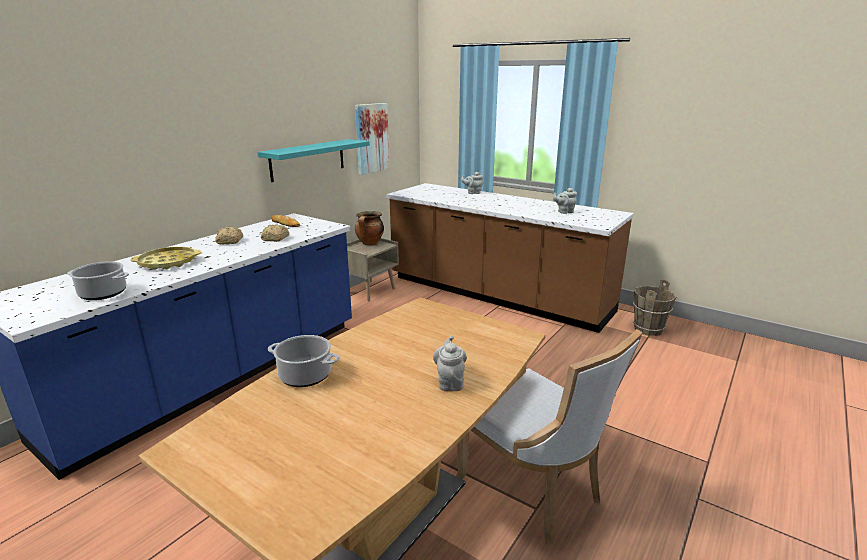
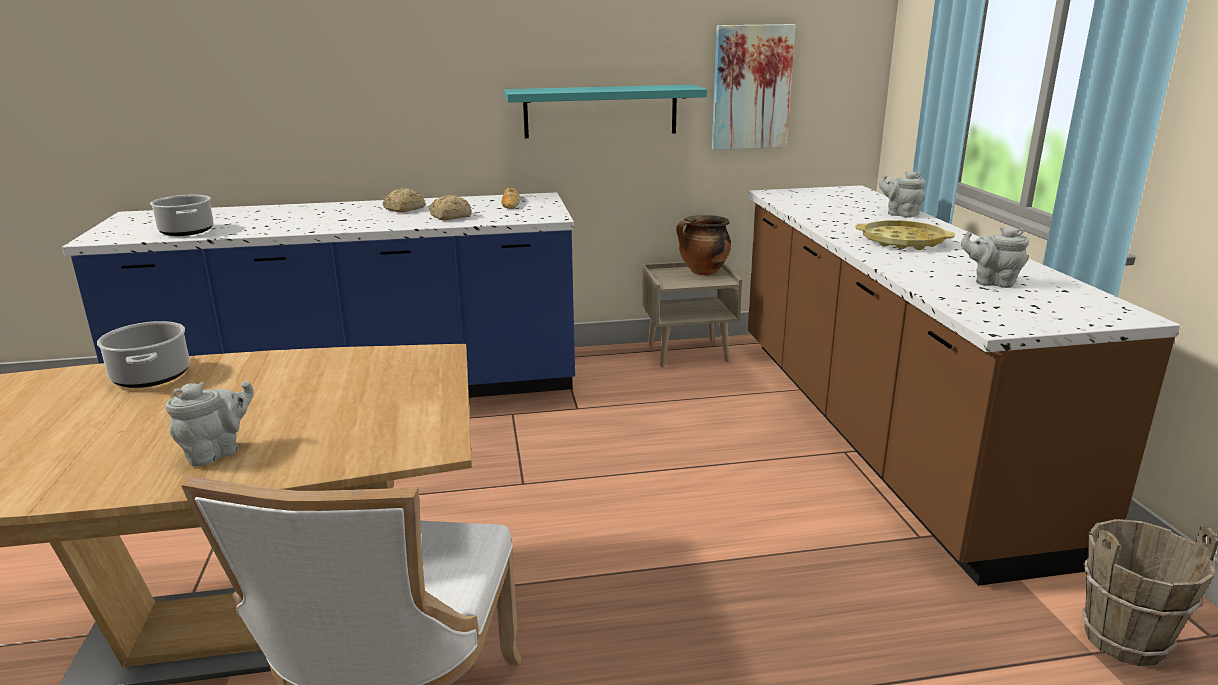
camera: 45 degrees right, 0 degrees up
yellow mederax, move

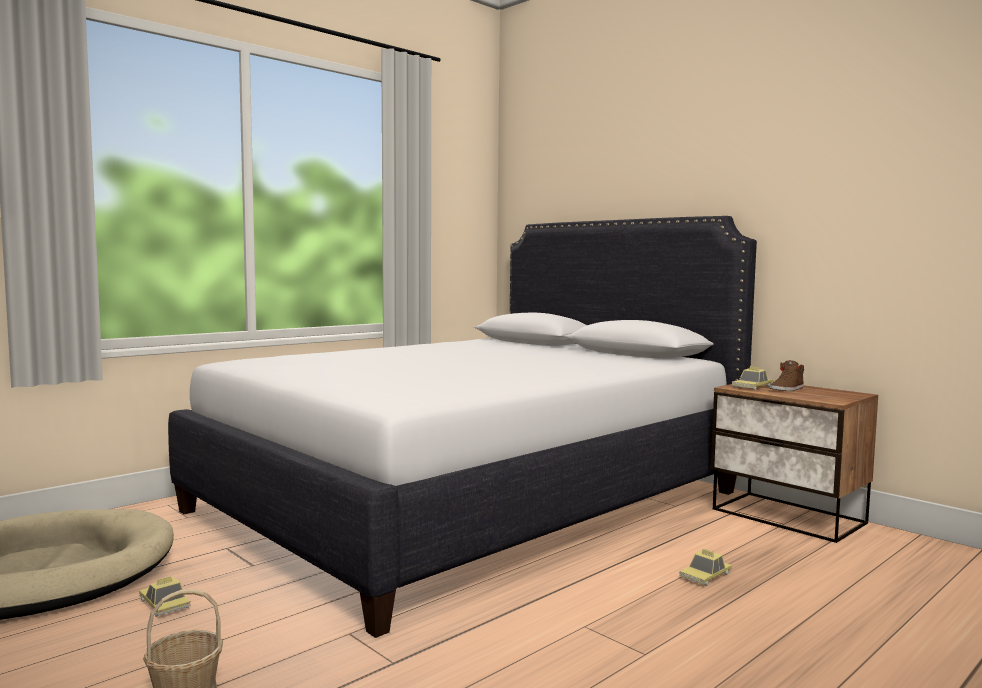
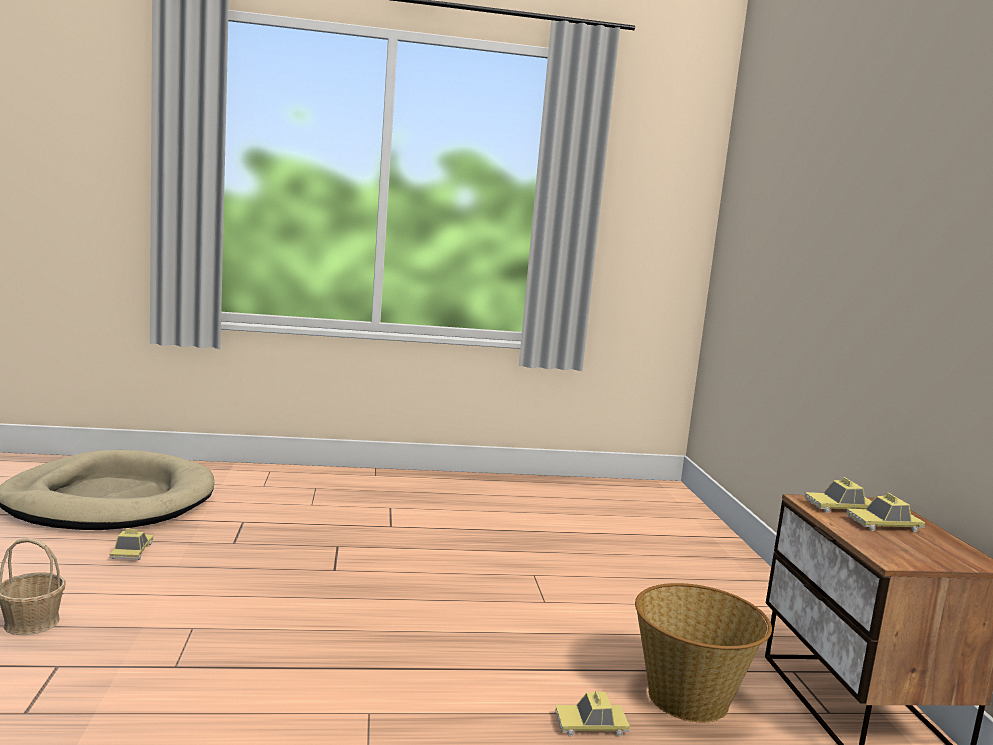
camera: 35 degrees right, 5 degrees up
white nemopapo → -
- → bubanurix (2nd from left)
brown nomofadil → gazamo (4th from left)

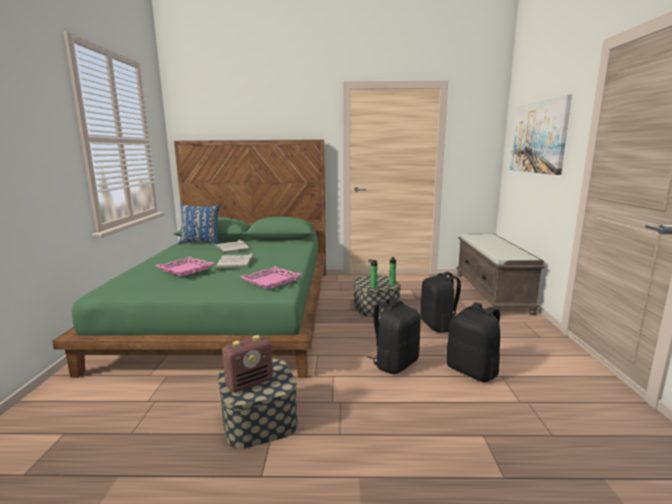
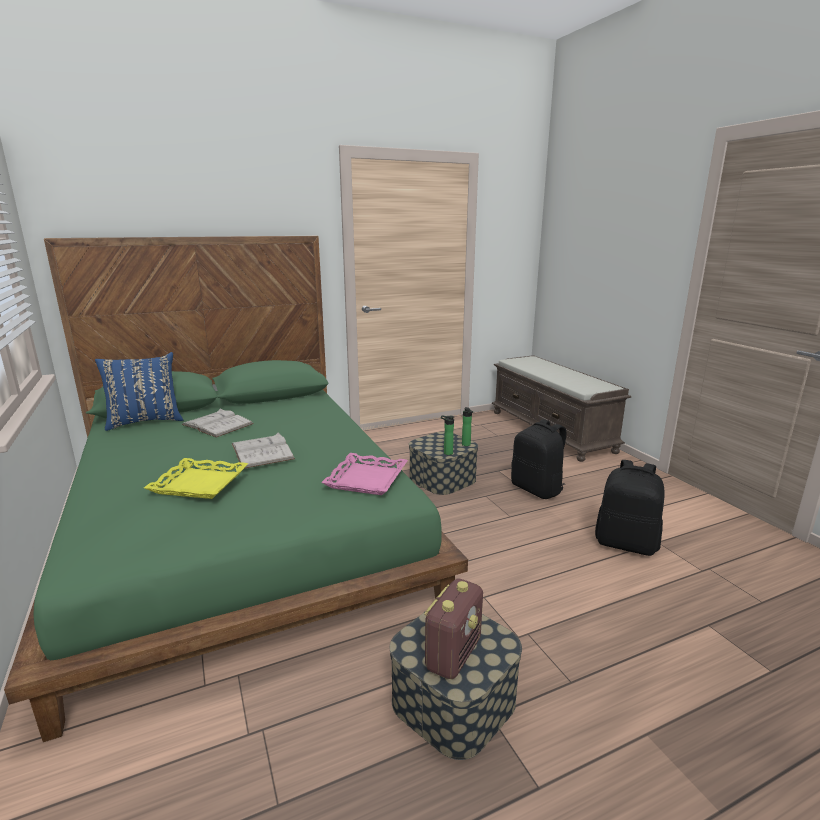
camera: 25 degrees left, 5 degrees up
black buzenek (1st from left) → -
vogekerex → -
pink mederax (1st from left) → yellow mederax

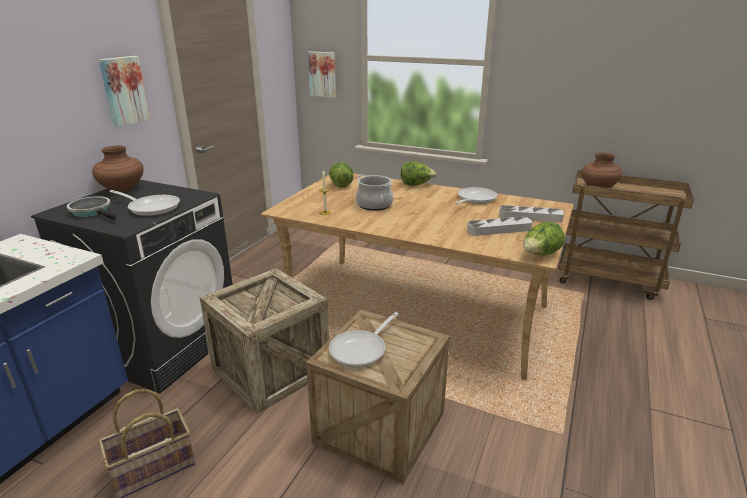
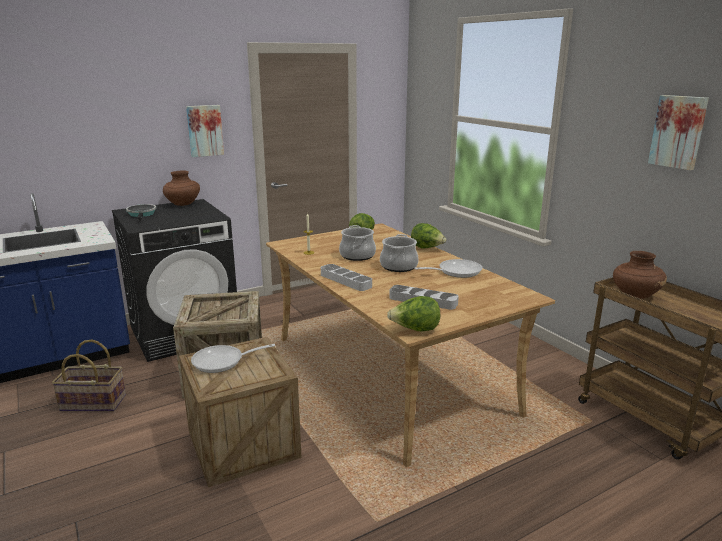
camera: 35 degrees right, 5 degrees down
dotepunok (2nd from left) → -
- → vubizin (2nd from left)
vogekerex (2nd from left), move
grey mederax (2nd from left in the first image) → grey mederax (1st from left), move

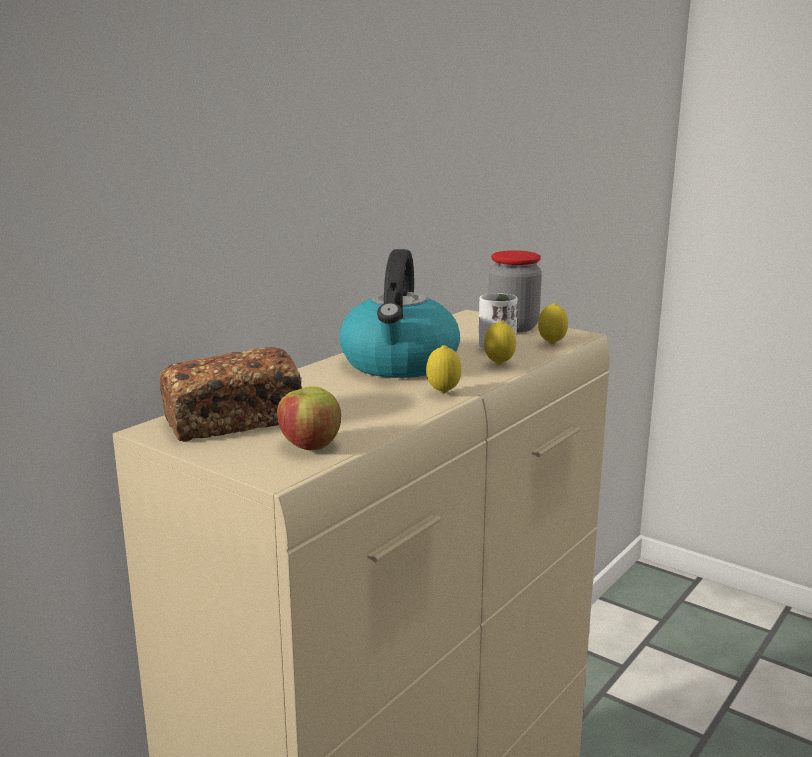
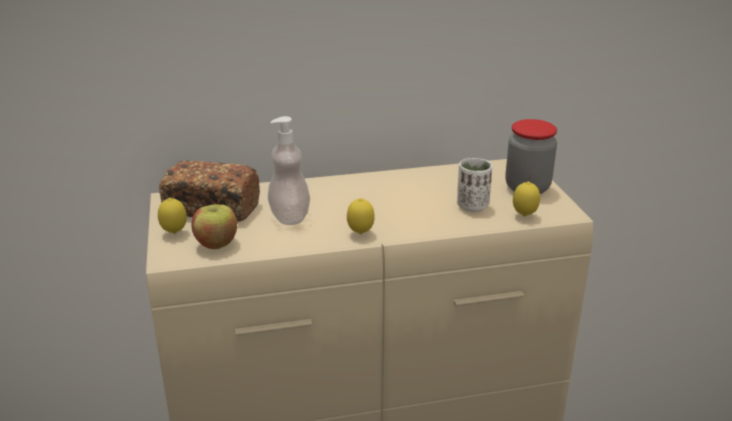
camera: 40 degrees right, 10 degrees up
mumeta → -
- → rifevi
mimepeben (2nd from left in the first image) → mimepeben (1st from left), move

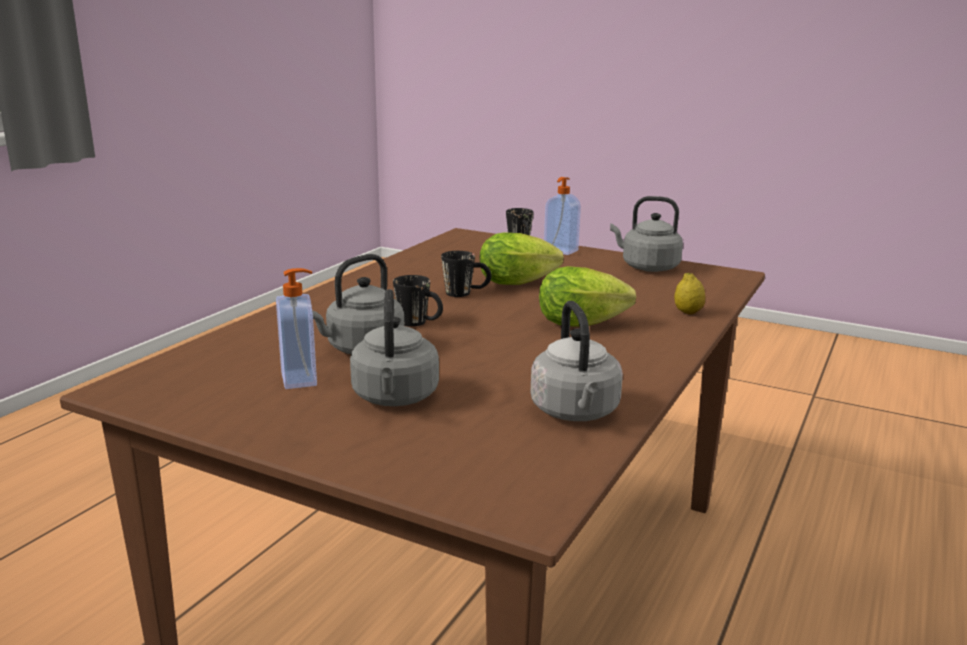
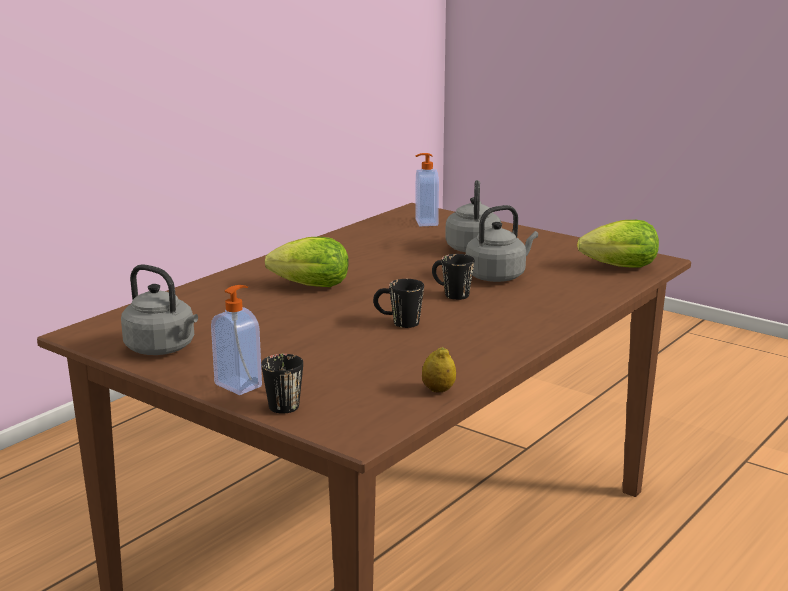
camera: 170 degrees left, 0 degrees up
grey mumeta (3rd from left) → -
rifevi (1st from left in the first image) → rifevi (2nd from left), move
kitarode (1st from left in the first image) → kitarode (2nd from left), move
mimepeben, move

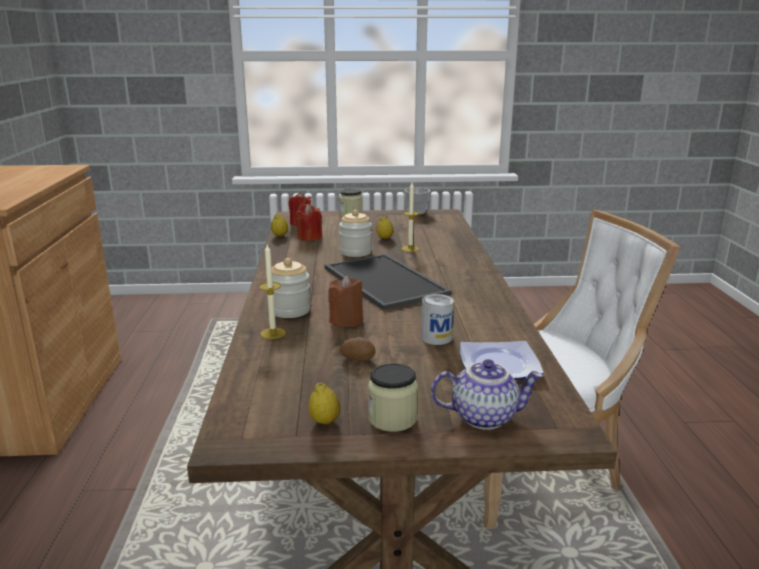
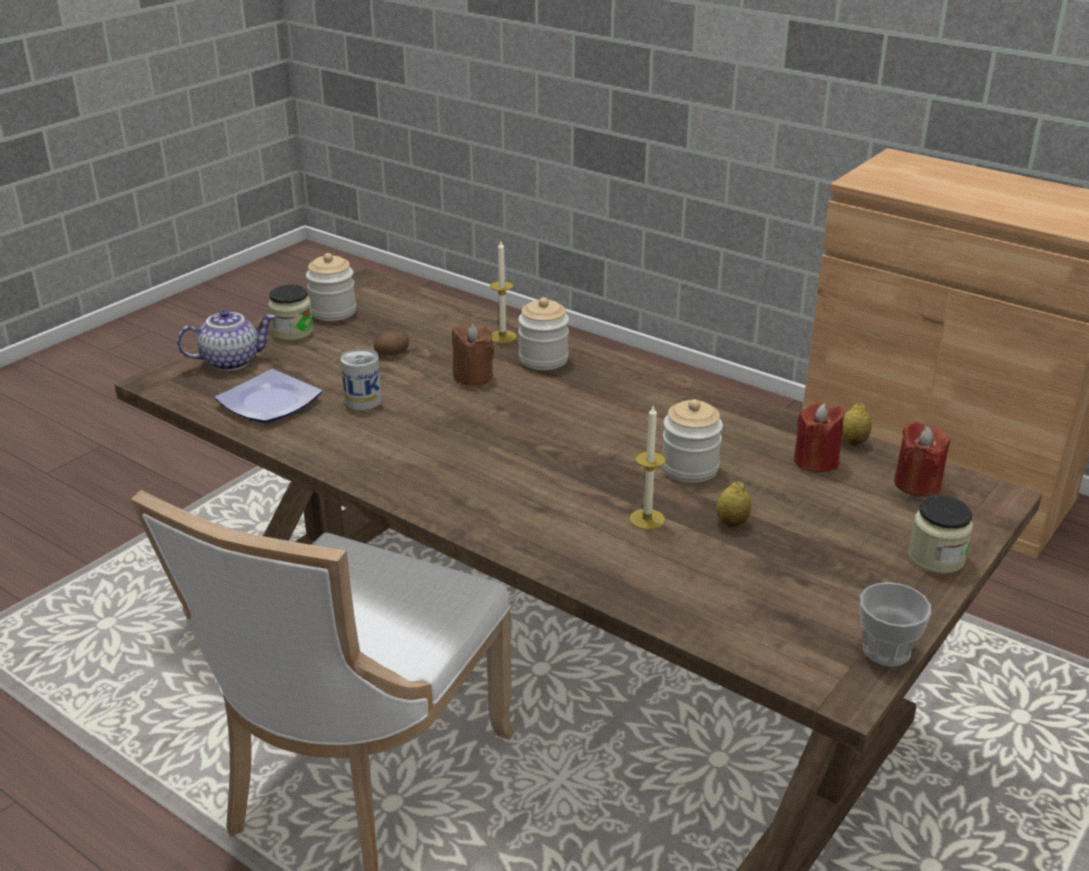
camera: 130 degrees right, 10 degrees up
mederax → -
mimepeben (2nd from left) → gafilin (2nd from left)
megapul, 150 degrees counterclockwise

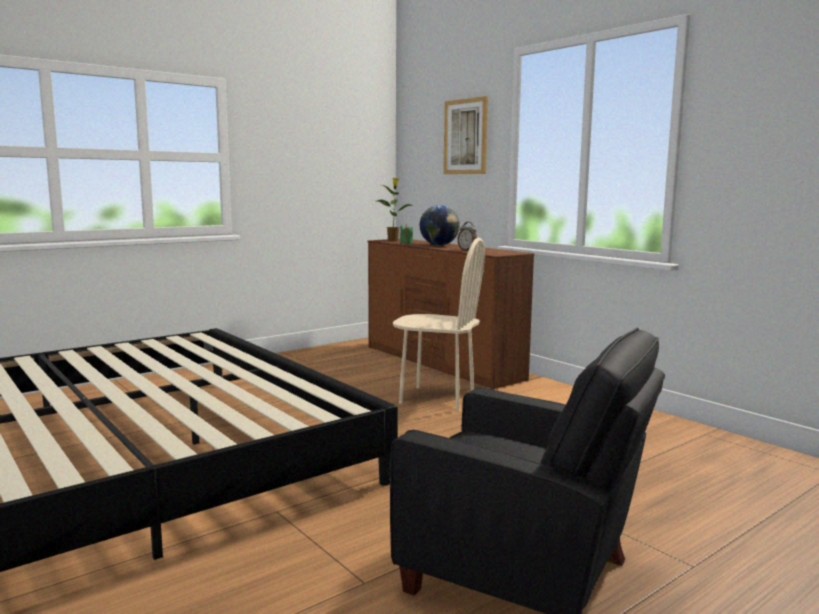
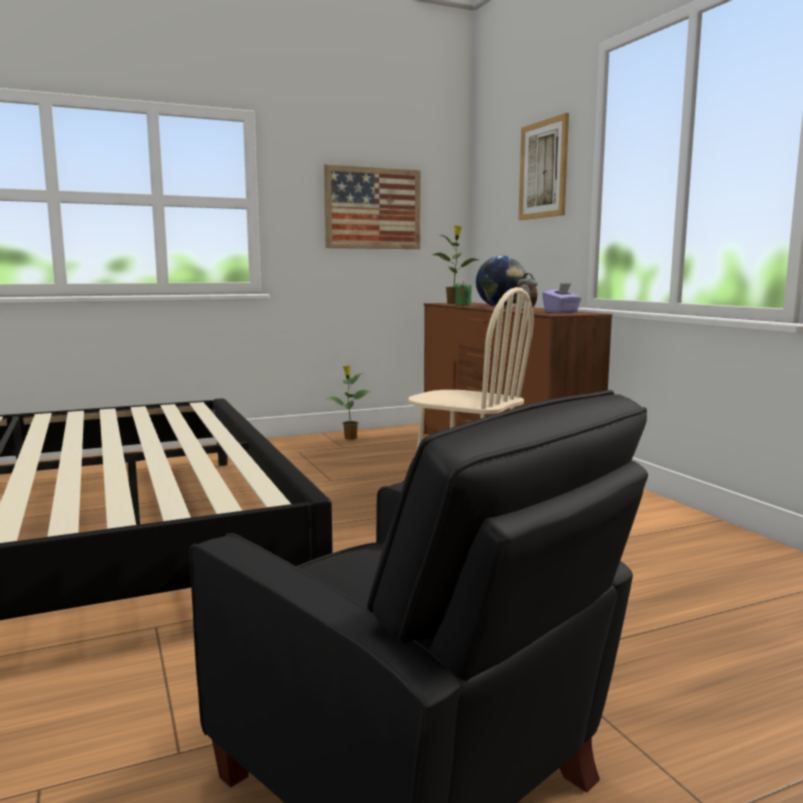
camera: 15 degrees right, 0 degrees up
- → vogekerex (1st from left)
- → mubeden (1st from left)
- → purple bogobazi

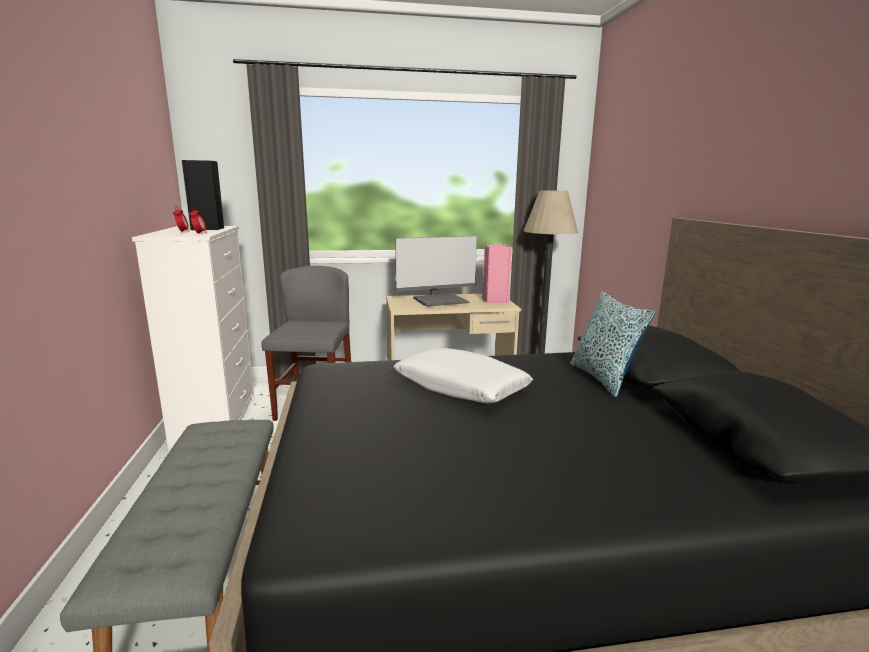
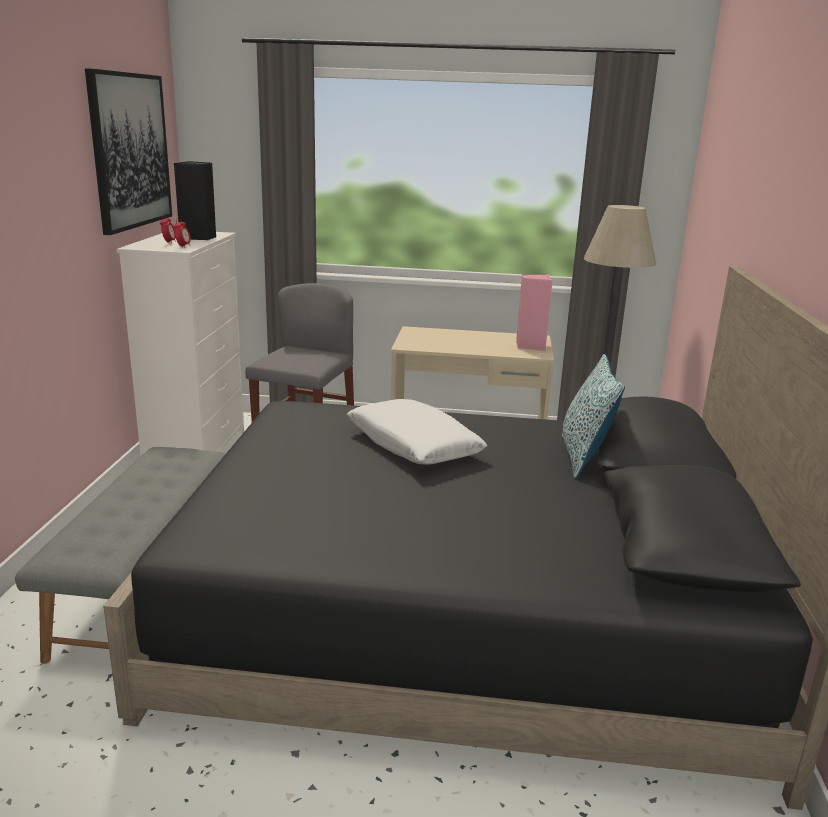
camera: 15 degrees right, 5 degrees up
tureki → -
- → vogekerex

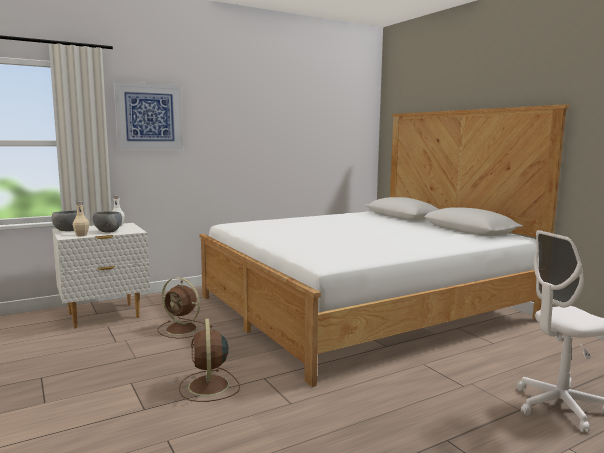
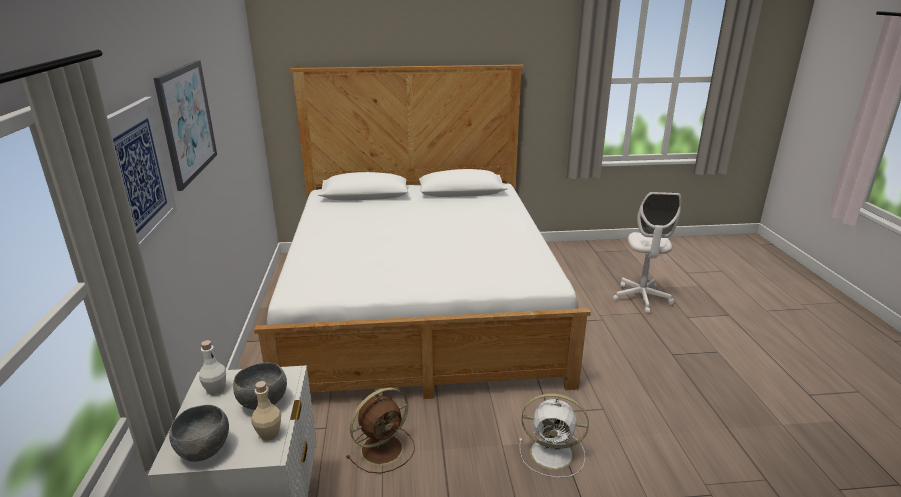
camera: 65 degrees left, 15 degrees up
- → vogekerex (2nd from left)
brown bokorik (2nd from left) → white bokorik

